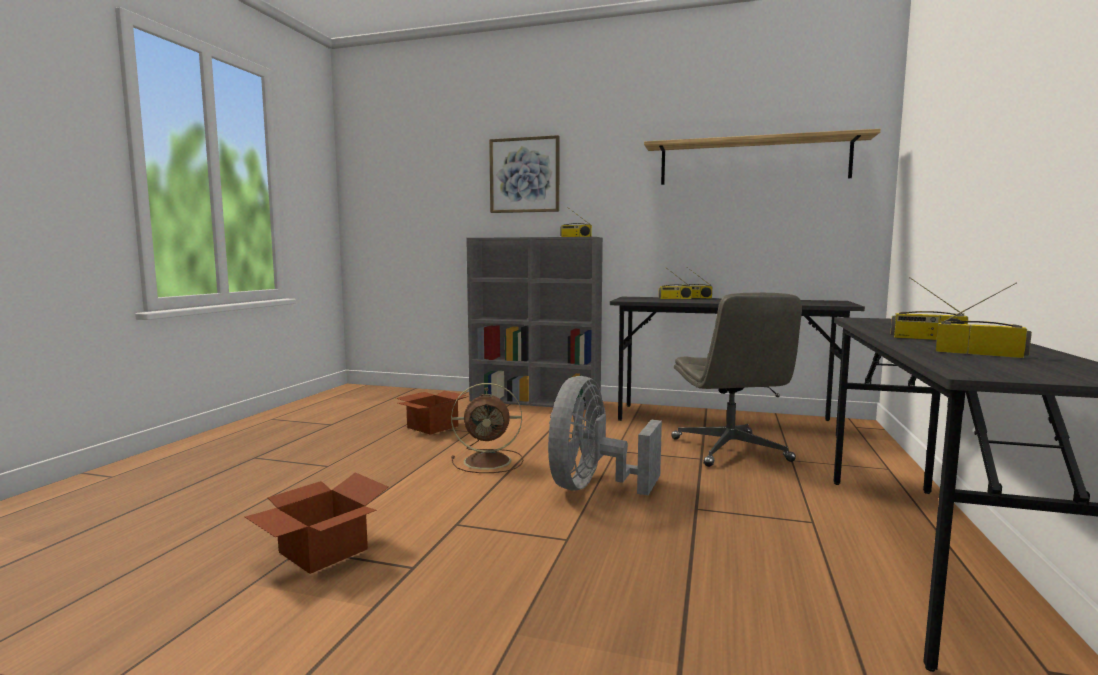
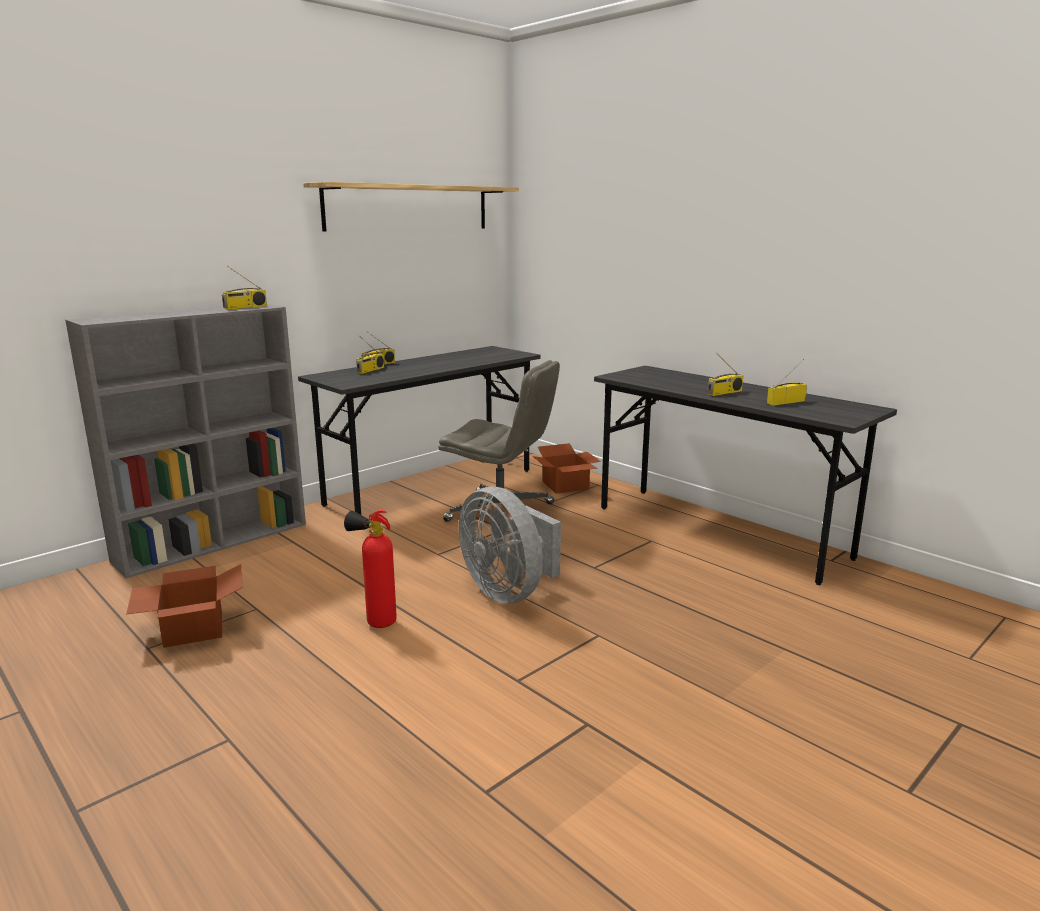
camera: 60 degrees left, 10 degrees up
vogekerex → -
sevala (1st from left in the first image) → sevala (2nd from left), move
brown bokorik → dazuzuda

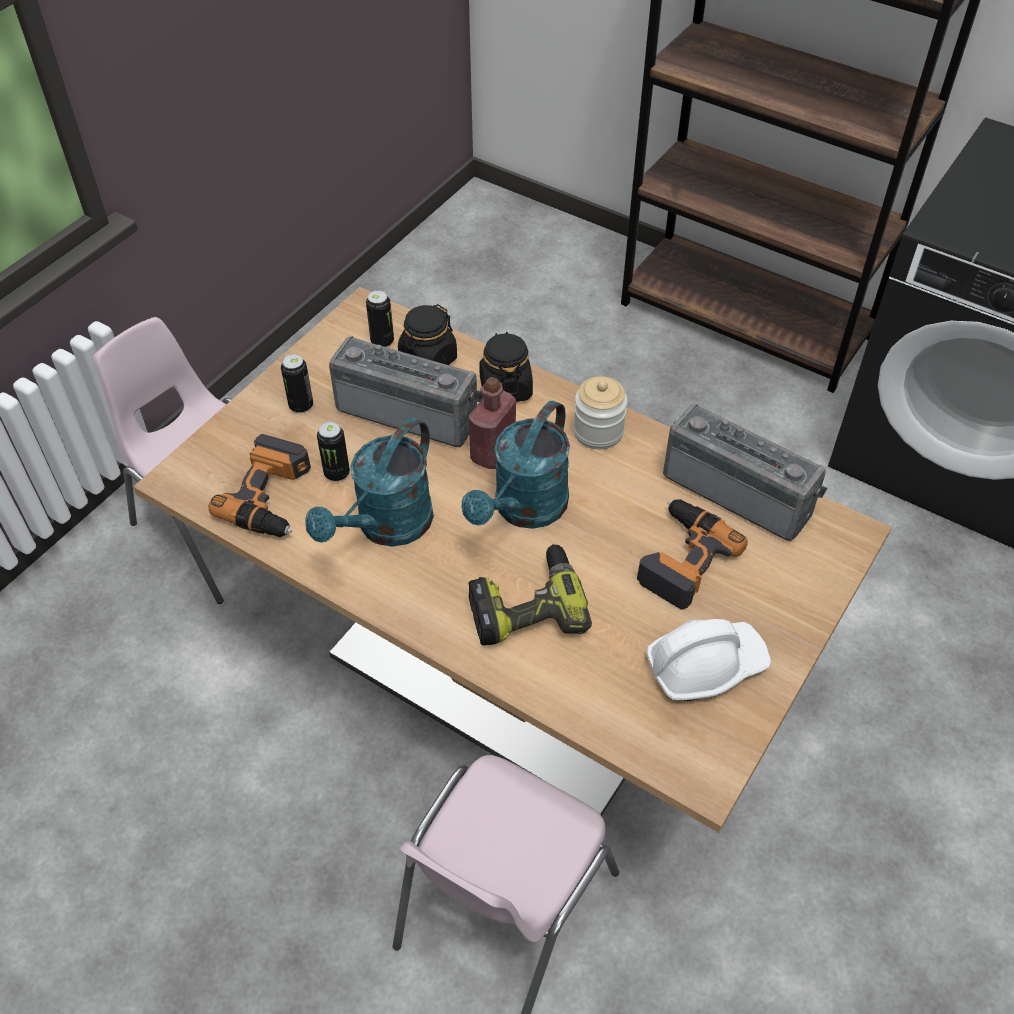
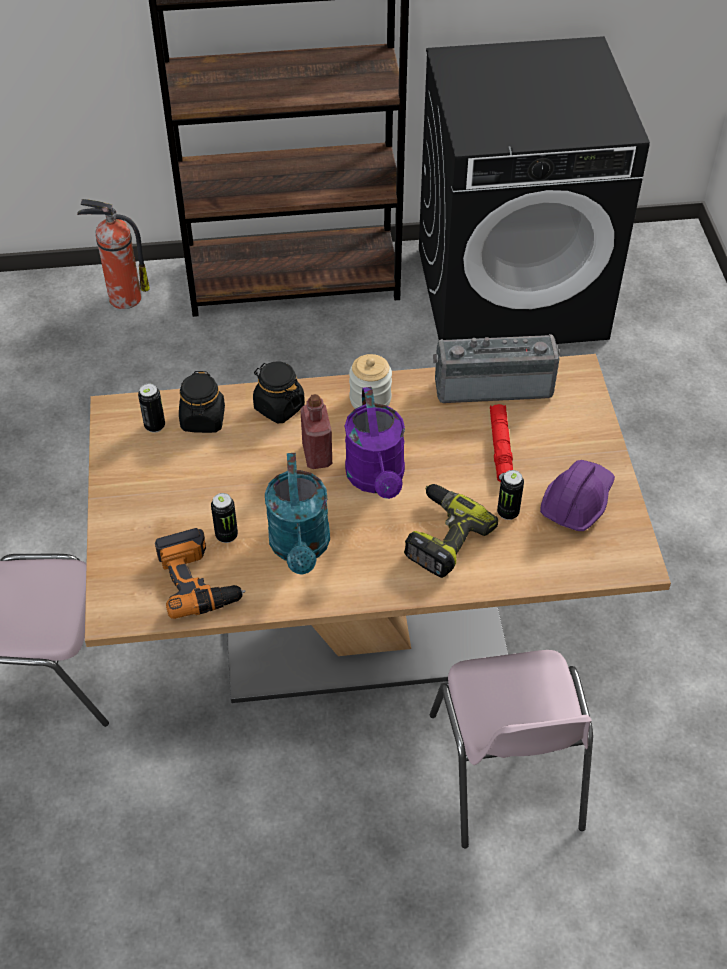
camera: 40 degrees left, 0 degrees up
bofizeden (1st from left) → -
- → dazuzuda
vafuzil (1st from left in the first image) → vafuzil (3rd from left), move
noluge (3rd from left) → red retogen
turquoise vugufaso (2nd from left) → purple vugufaso
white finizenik → purple finizenik

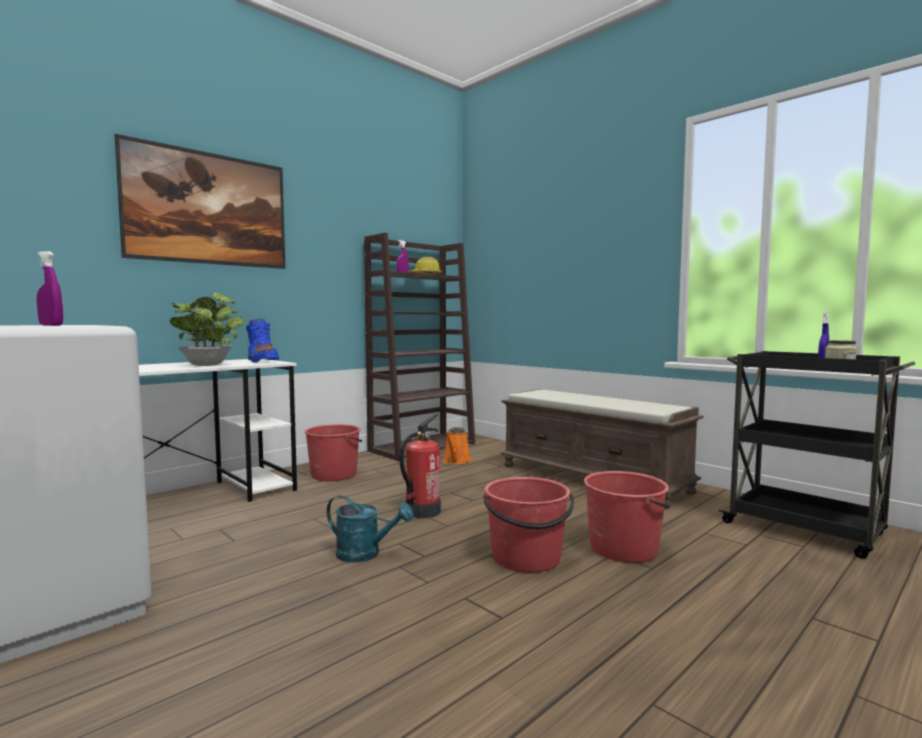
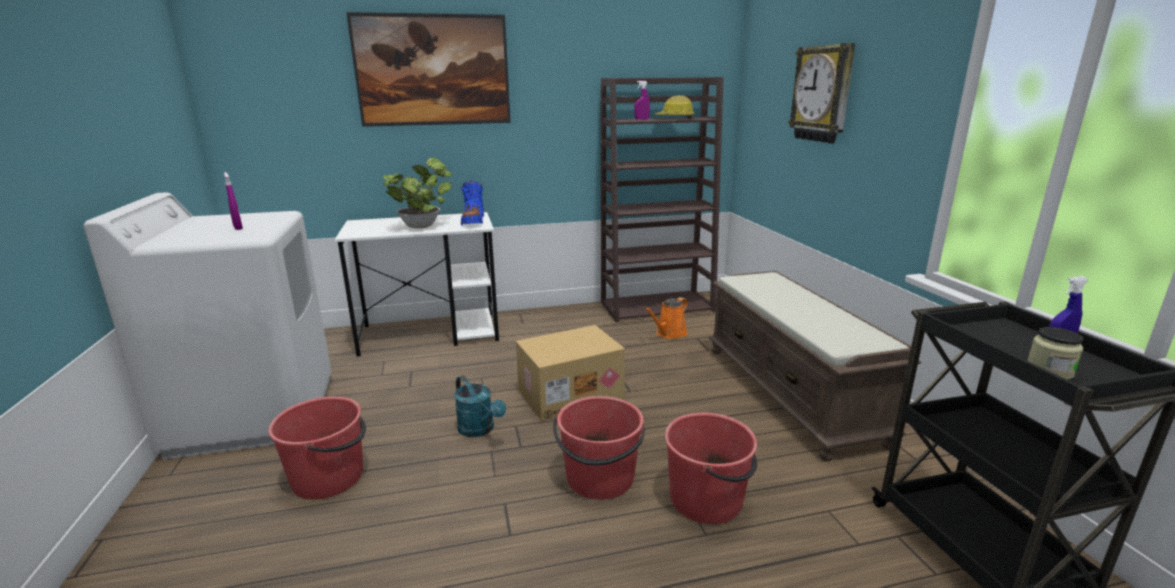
camera: 30 degrees right, 15 degrees up
- → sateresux
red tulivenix (1st from left), move
dazuzuda → sevala

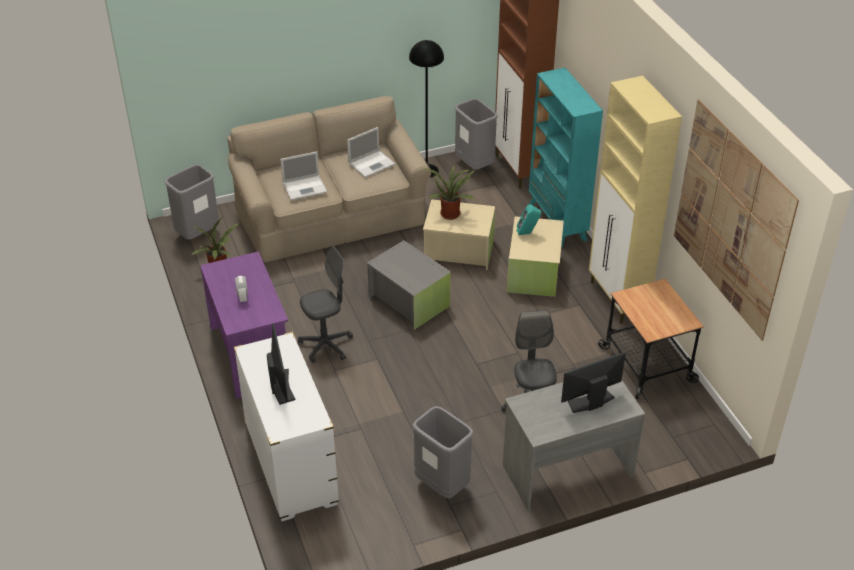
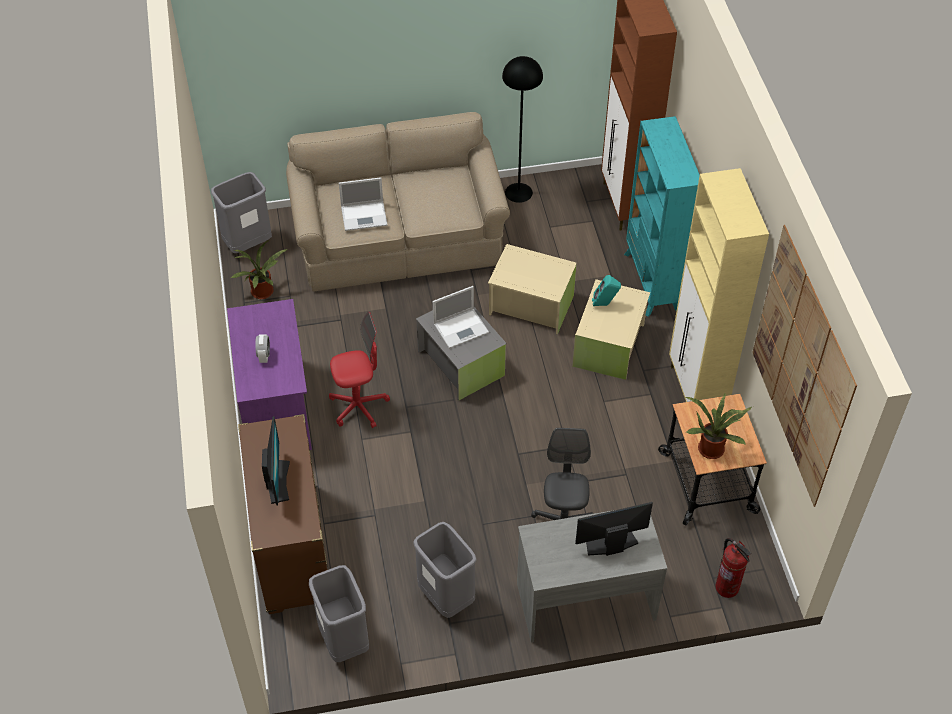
camera: 10 degrees right, 10 degrees up
- → dazuzuda
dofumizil (2nd from left), move
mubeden (2nd from left), move
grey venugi (3rd from left in the first image) → grey venugi (2nd from left), move
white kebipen → brown kebipen
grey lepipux (1st from left) → red lepipux

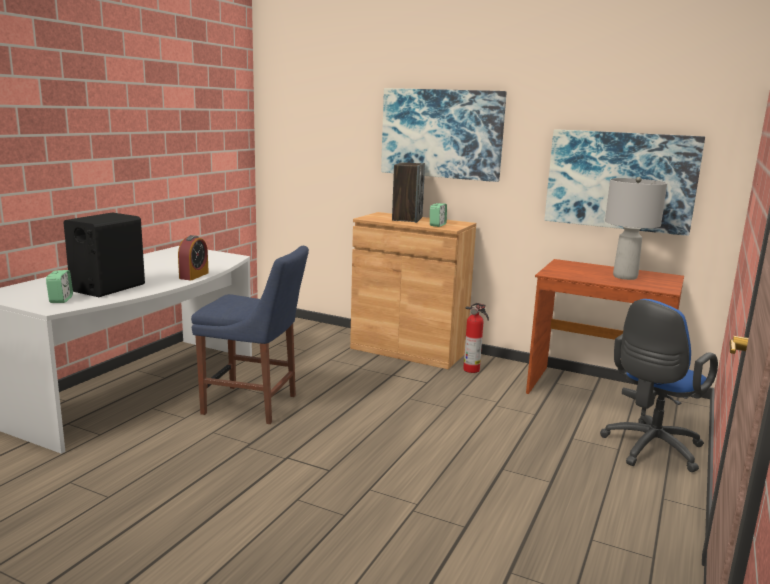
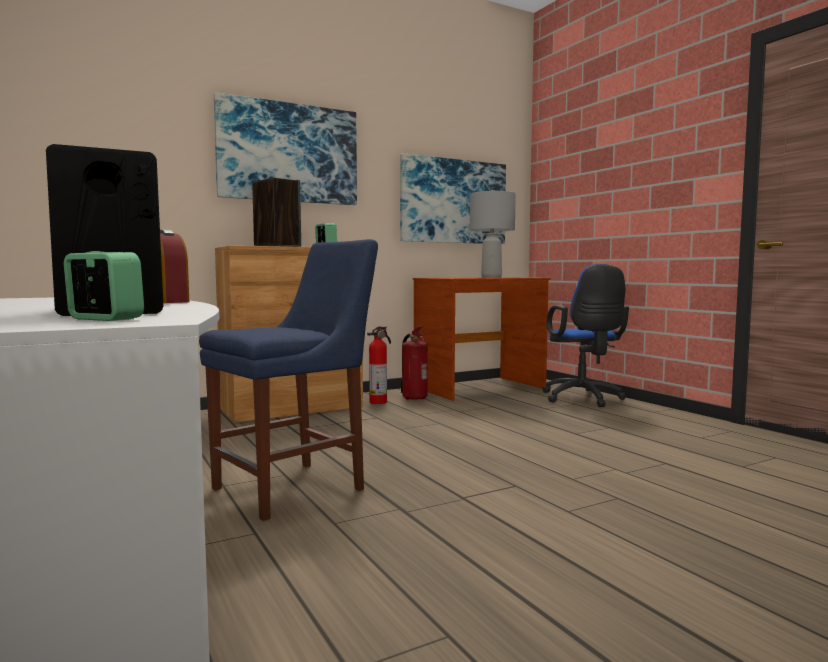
camera: 55 degrees left, 10 degrees down
- → dazuzuda (2nd from left)

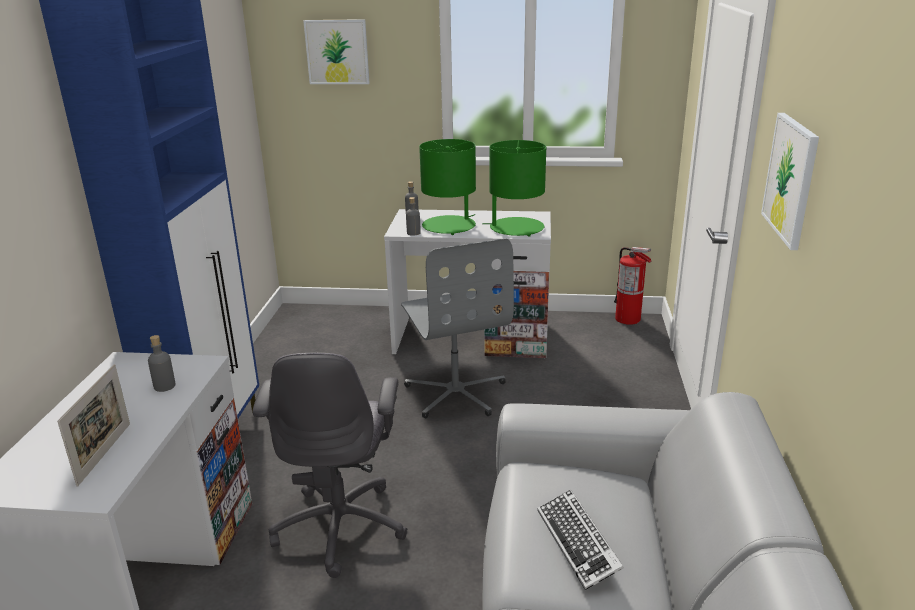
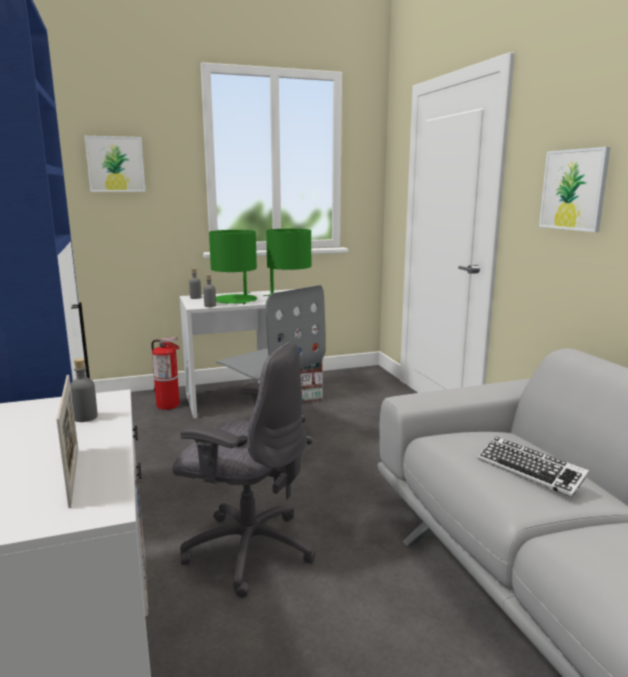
camera: 25 degrees left, 10 degrees down
dazuzuda, move
grey lepipux (1st from left), 45 degrees counterclockwise

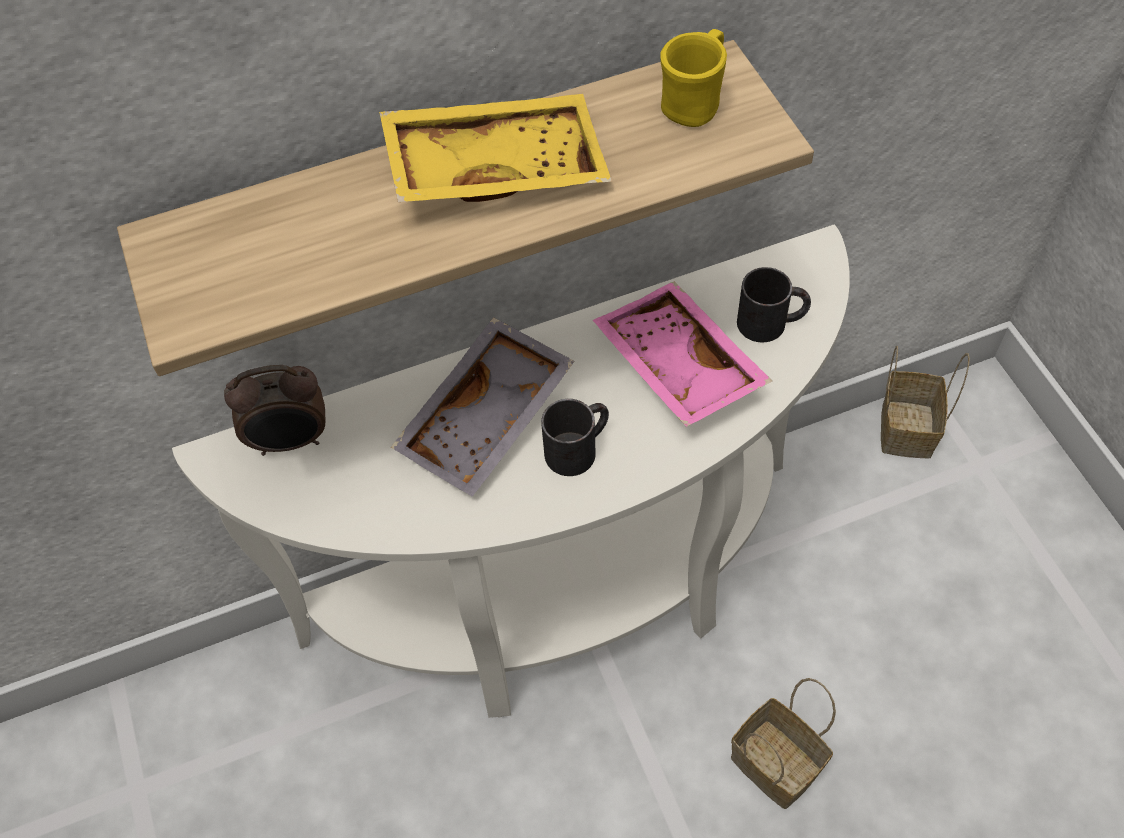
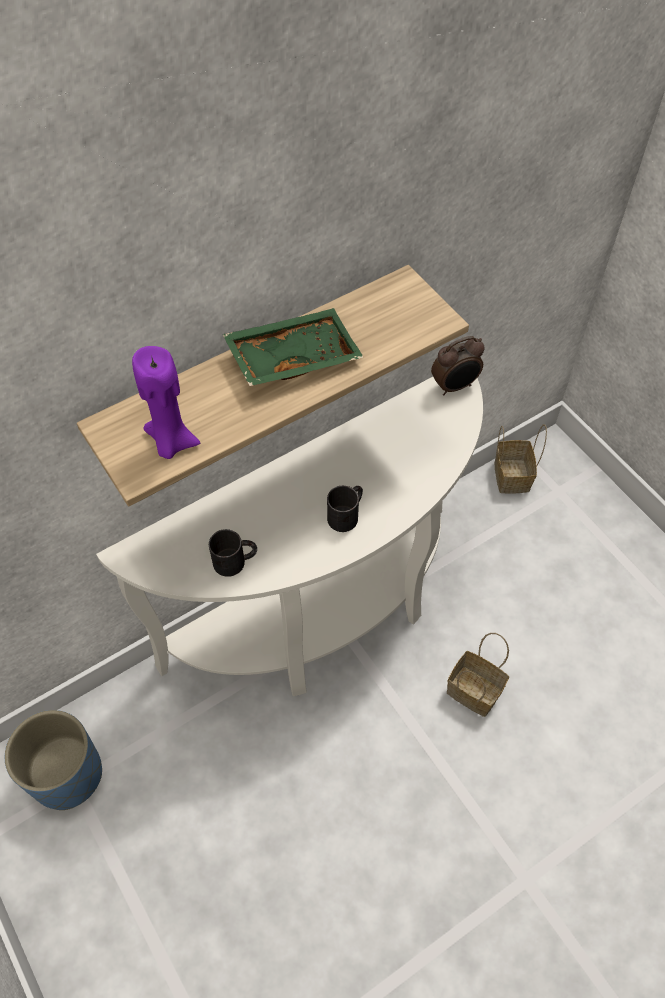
camera: 15 degrees left, 0 degrees up
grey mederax → -
pink mederax → -
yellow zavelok → -
- → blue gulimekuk
- → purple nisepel
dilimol, move
black zavelok (2nd from left in the first image) → black zavelok (1st from left), move
yellow mederax → green mederax

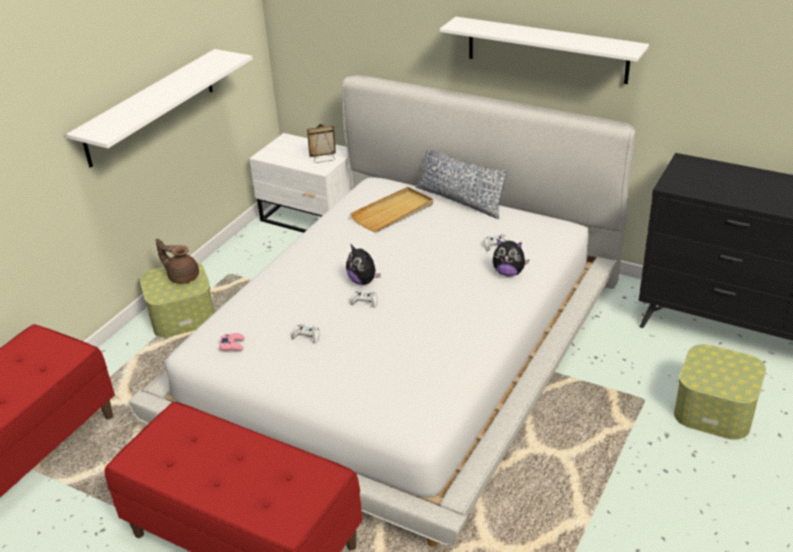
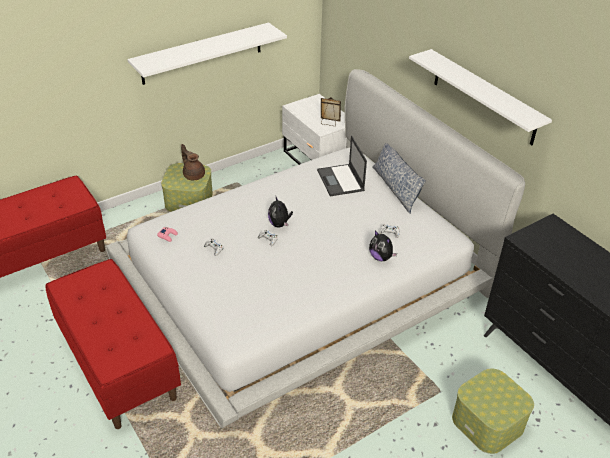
camera: 25 degrees right, 5 degrees up
beige mederax → dofumizil

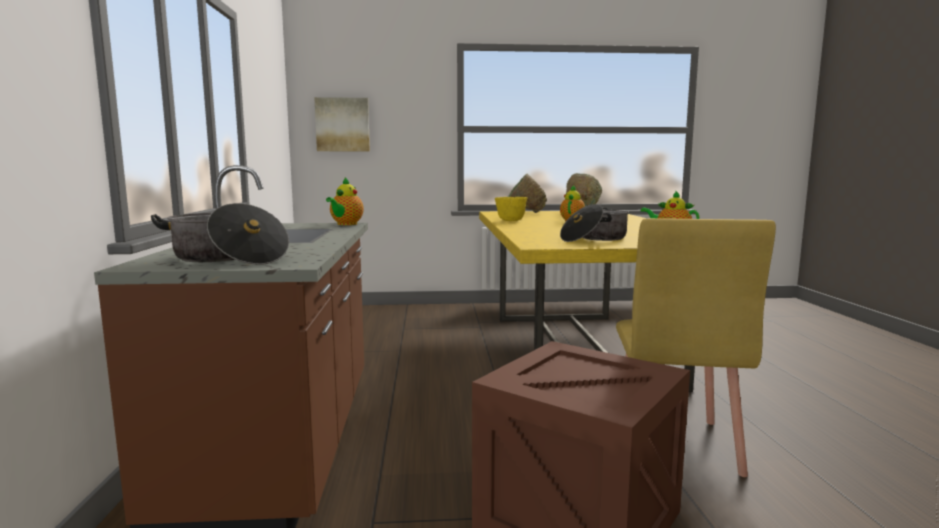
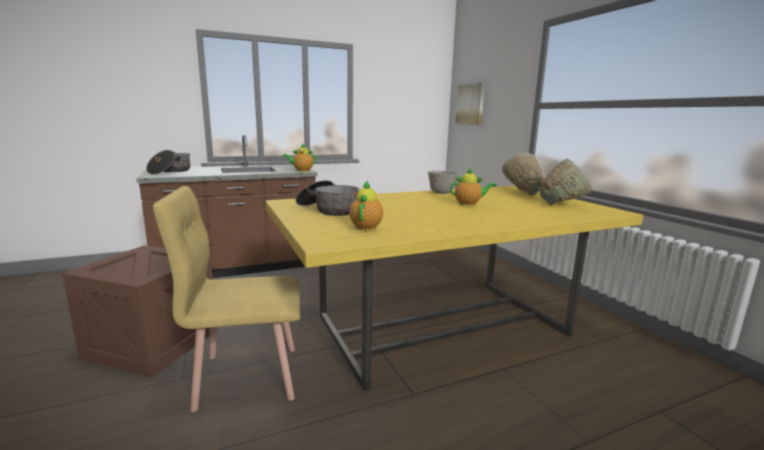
camera: 70 degrees right, 5 degrees up
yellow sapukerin → grey sapukerin

